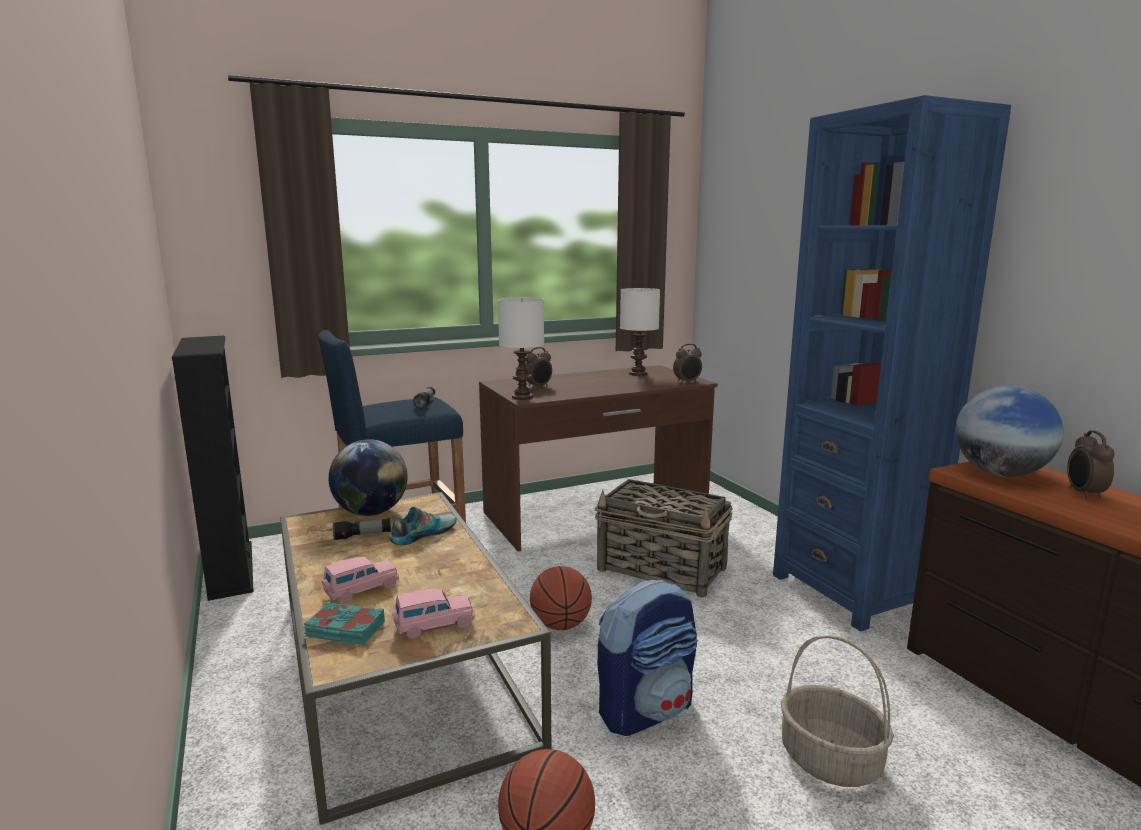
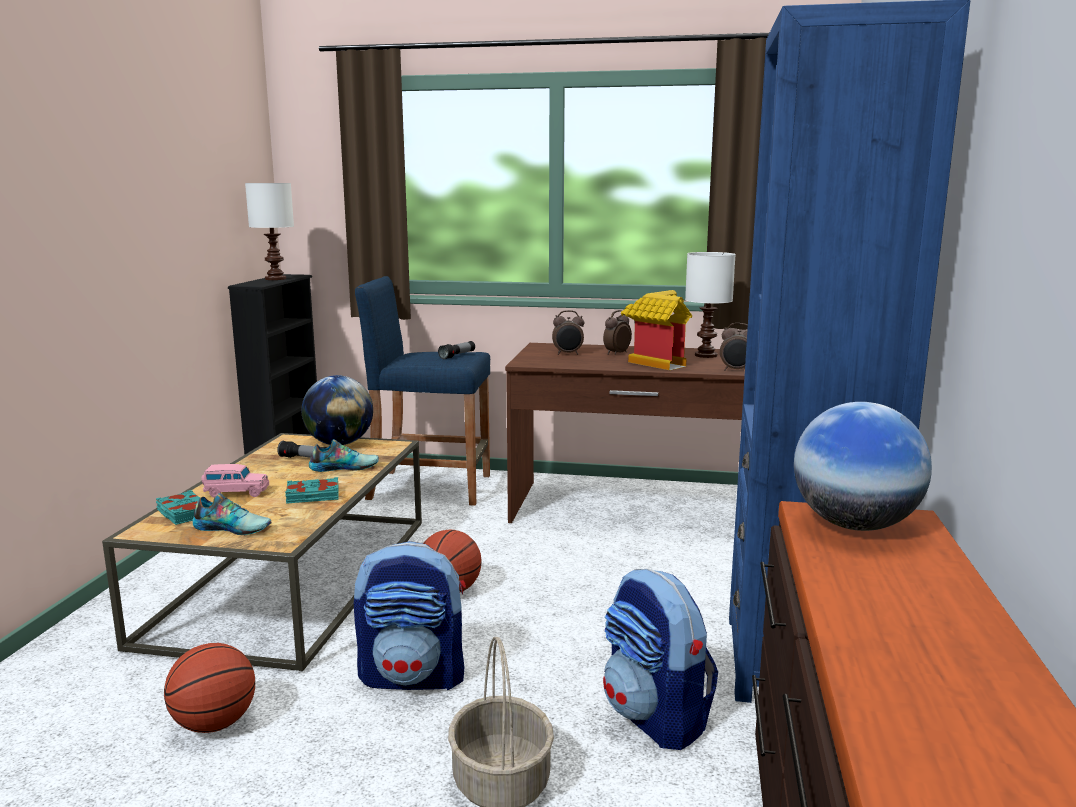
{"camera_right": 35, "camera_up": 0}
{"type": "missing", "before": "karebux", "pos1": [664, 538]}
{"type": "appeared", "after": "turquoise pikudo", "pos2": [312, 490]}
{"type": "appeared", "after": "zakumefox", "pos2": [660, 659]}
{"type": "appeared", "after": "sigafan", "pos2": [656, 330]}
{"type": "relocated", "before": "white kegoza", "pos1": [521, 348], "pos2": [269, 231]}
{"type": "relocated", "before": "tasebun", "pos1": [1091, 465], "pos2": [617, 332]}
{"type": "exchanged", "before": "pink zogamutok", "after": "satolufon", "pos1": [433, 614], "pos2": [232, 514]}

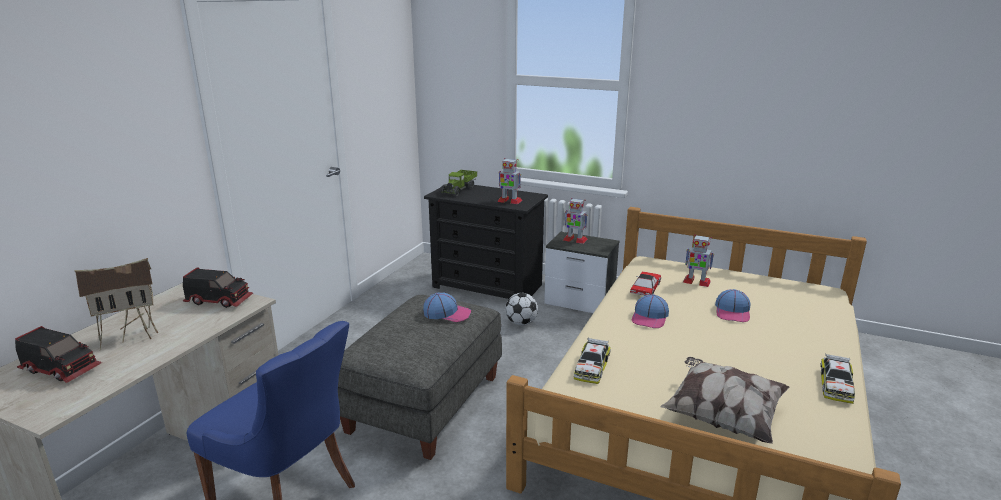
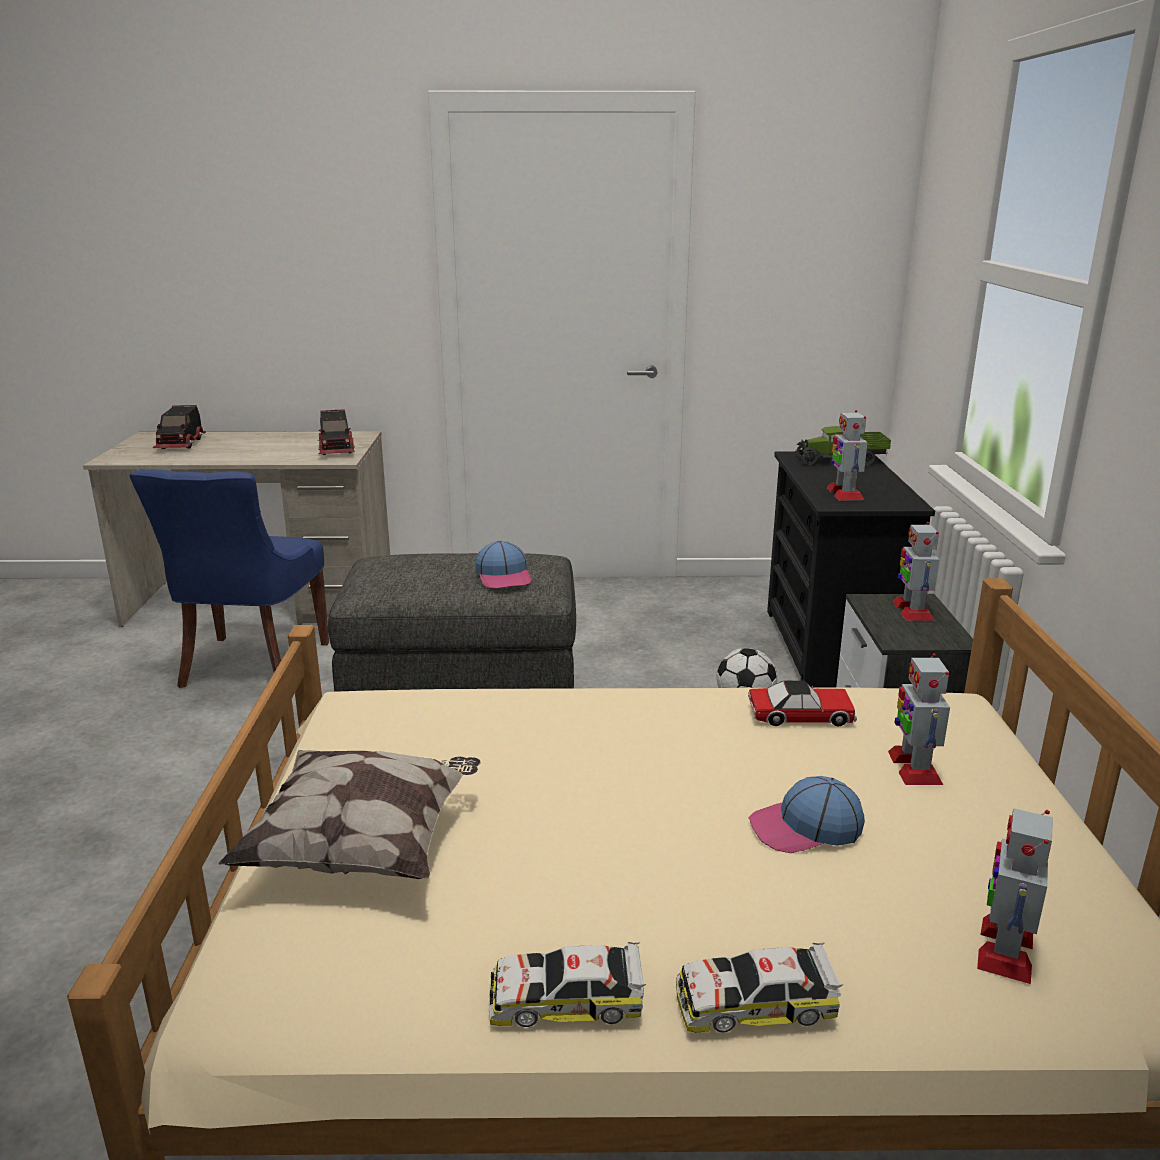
{"camera_right": 65, "camera_up": 0}
{"type": "missing", "before": "sigafan", "pos1": [116, 304]}
{"type": "missing", "before": "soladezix", "pos1": [650, 311]}
{"type": "appeared", "after": "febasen", "pos2": [1015, 896]}
{"type": "relocated", "before": "zogamutok", "pos1": [592, 360], "pos2": [759, 987]}

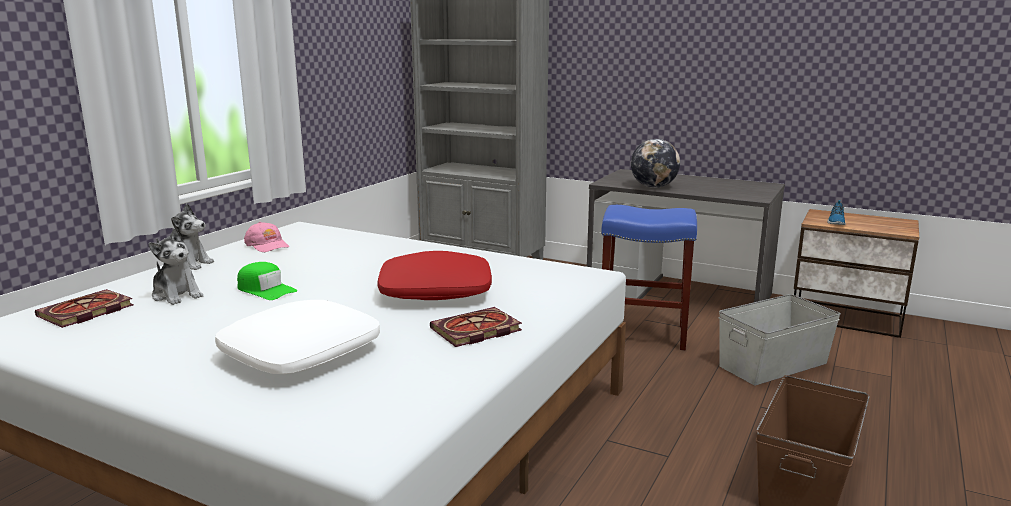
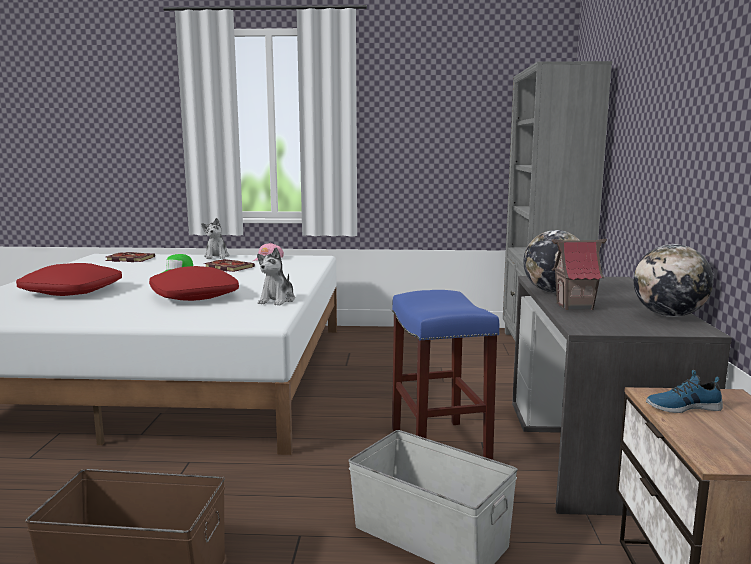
{"camera_right": 65, "camera_up": -5}
{"type": "appeared", "after": "sigafan", "pos2": [579, 274]}
{"type": "appeared", "after": "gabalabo", "pos2": [674, 280]}
{"type": "relocated", "before": "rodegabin", "pos1": [175, 266], "pos2": [276, 277]}
{"type": "relocated", "before": "pikudo", "pos1": [476, 327], "pos2": [229, 265]}
{"type": "colour", "before": "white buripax", "after": "red buripax", "pos1": [297, 337], "pos2": [69, 279]}

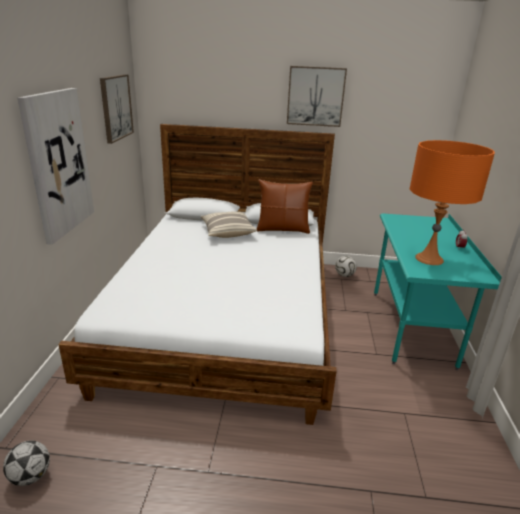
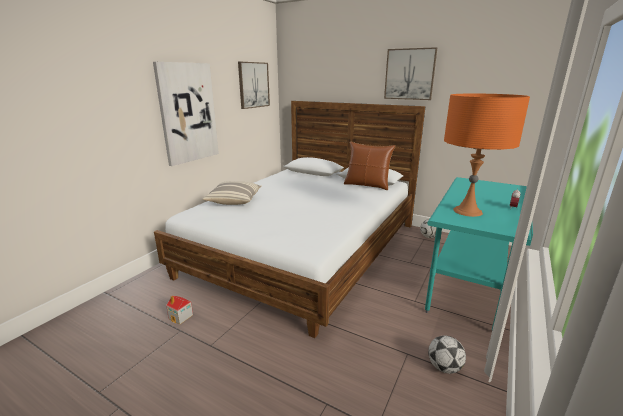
{"camera_right": 25, "camera_up": -5}
{"type": "appeared", "after": "sigafan", "pos2": [179, 310]}
{"type": "relocated", "before": "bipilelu", "pos1": [26, 463], "pos2": [447, 354]}
{"type": "relocated", "before": "buripax", "pos1": [229, 224], "pos2": [232, 193]}

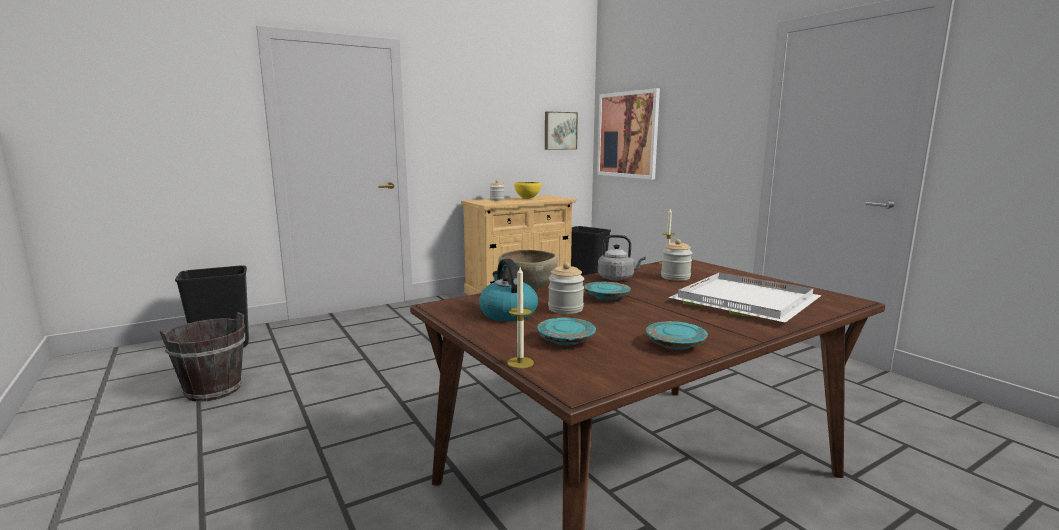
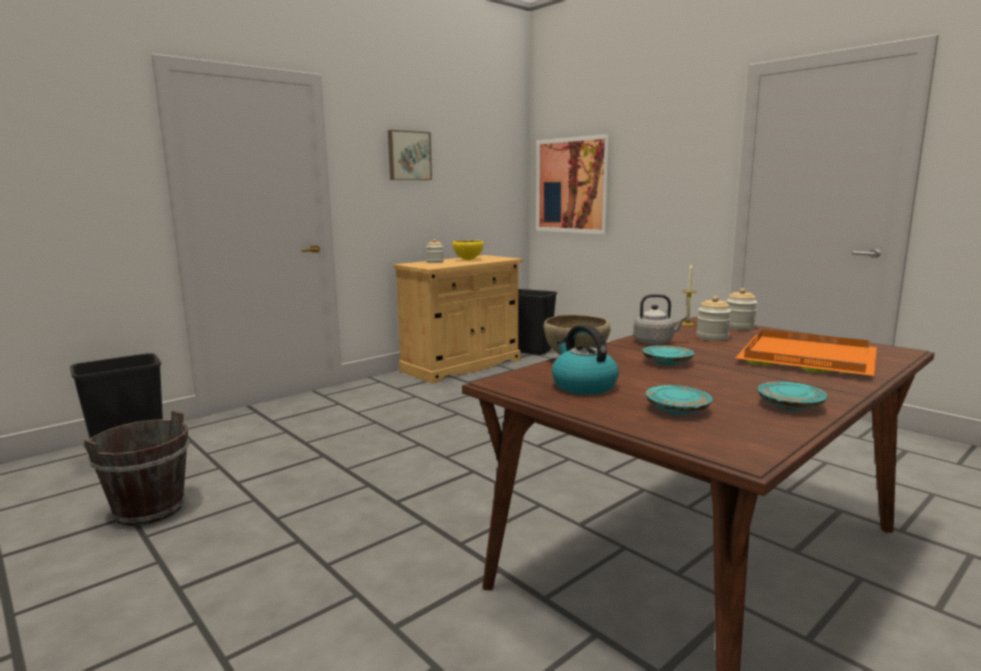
{"camera_right": -10, "camera_up": 0}
{"type": "missing", "before": "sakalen", "pos1": [520, 317]}
{"type": "relocated", "before": "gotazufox", "pos1": [561, 130], "pos2": [410, 155]}
{"type": "relocated", "before": "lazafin", "pos1": [566, 288], "pos2": [741, 309]}
{"type": "colour", "before": "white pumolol", "after": "orange pumolol", "pos1": [745, 297], "pos2": [806, 353]}

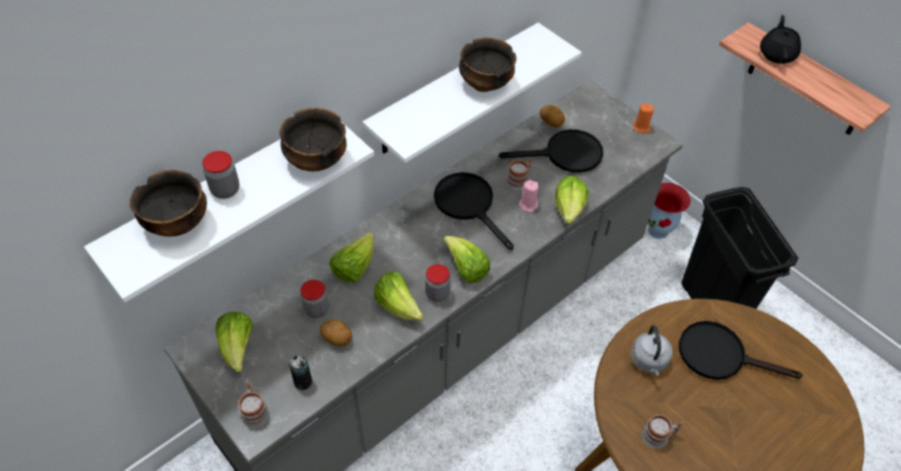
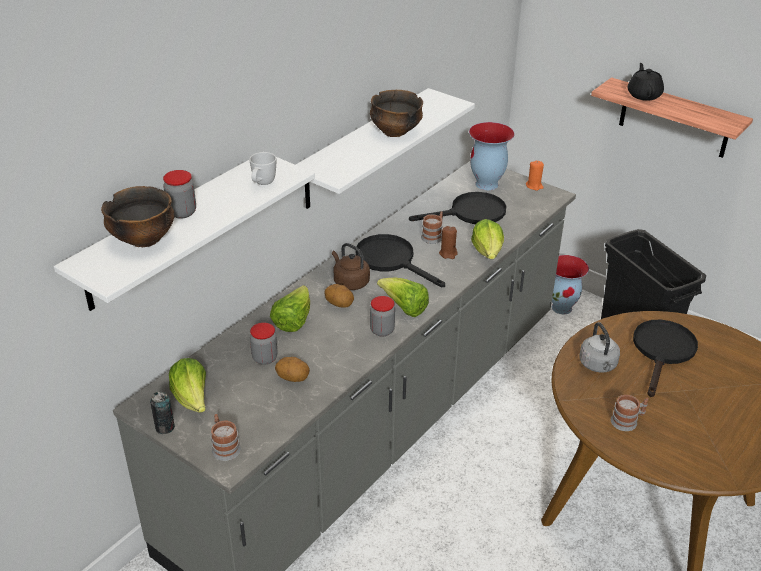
{"camera_right": -10, "camera_up": -15}
{"type": "missing", "before": "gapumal", "pos1": [399, 296]}
{"type": "appeared", "after": "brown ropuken", "pos2": [351, 266]}
{"type": "appeared", "after": "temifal", "pos2": [491, 156]}
{"type": "relocated", "before": "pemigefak", "pos1": [300, 372], "pos2": [162, 412]}
{"type": "relocated", "before": "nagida", "pos1": [552, 116], "pos2": [339, 296]}
{"type": "exchanged", "before": "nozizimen", "after": "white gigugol", "pos1": [313, 140], "pos2": [262, 168]}
{"type": "colour", "before": "pink sakalen", "after": "brown sakalen", "pos1": [529, 196], "pos2": [448, 242]}
{"type": "spun", "before": "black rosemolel", "pos1": [741, 350], "pos2": [665, 358], "turn": 105}

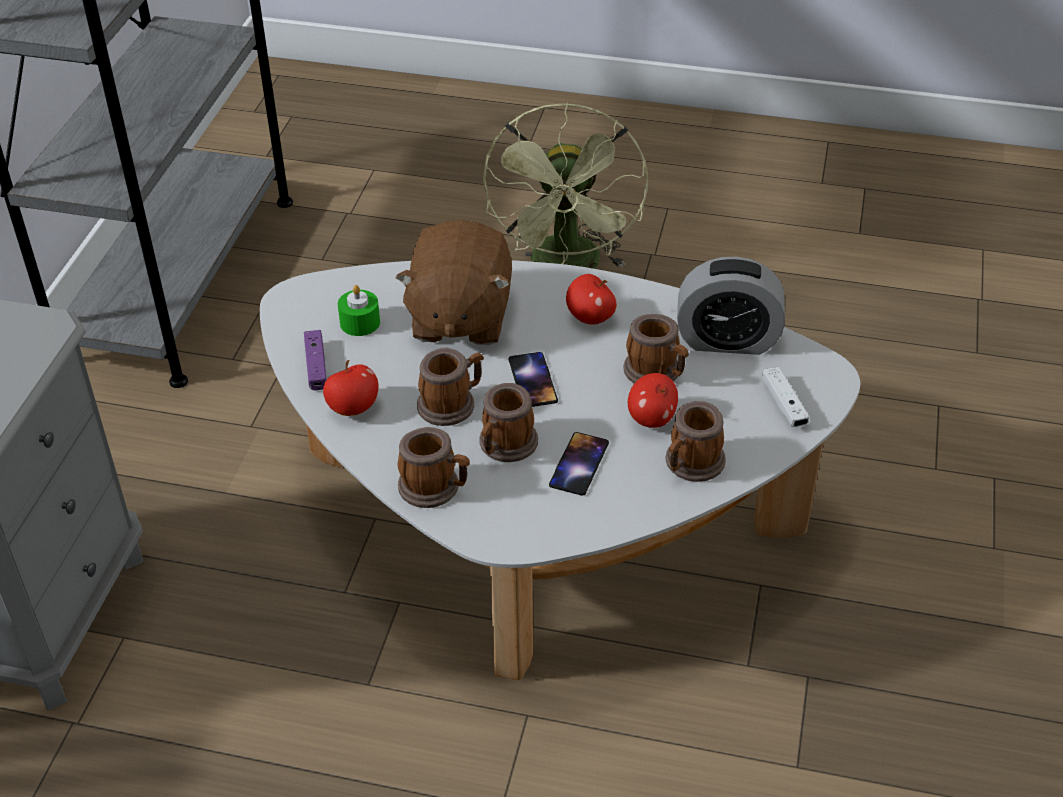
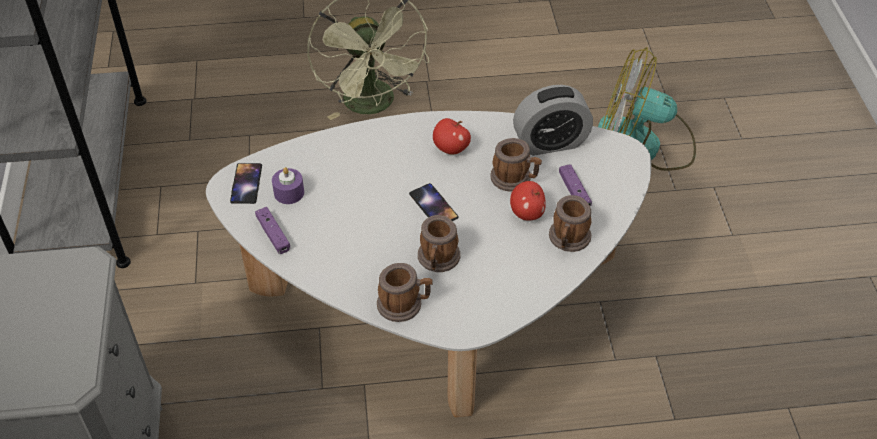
{"camera_right": -20, "camera_up": 5}
{"type": "missing", "before": "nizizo", "pos1": [350, 388]}
{"type": "missing", "before": "brown rodegabin", "pos1": [453, 282]}
{"type": "missing", "before": "gigugol", "pos1": [450, 387]}
{"type": "missing", "before": "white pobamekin", "pos1": [786, 397]}
{"type": "appeared", "after": "purple pobamekin", "pos2": [575, 185]}
{"type": "appeared", "after": "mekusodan", "pos2": [647, 109]}
{"type": "relocated", "before": "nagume", "pos1": [579, 464], "pos2": [246, 183]}
{"type": "colour", "before": "green sakalen", "after": "purple sakalen", "pos1": [359, 310], "pos2": [288, 185]}

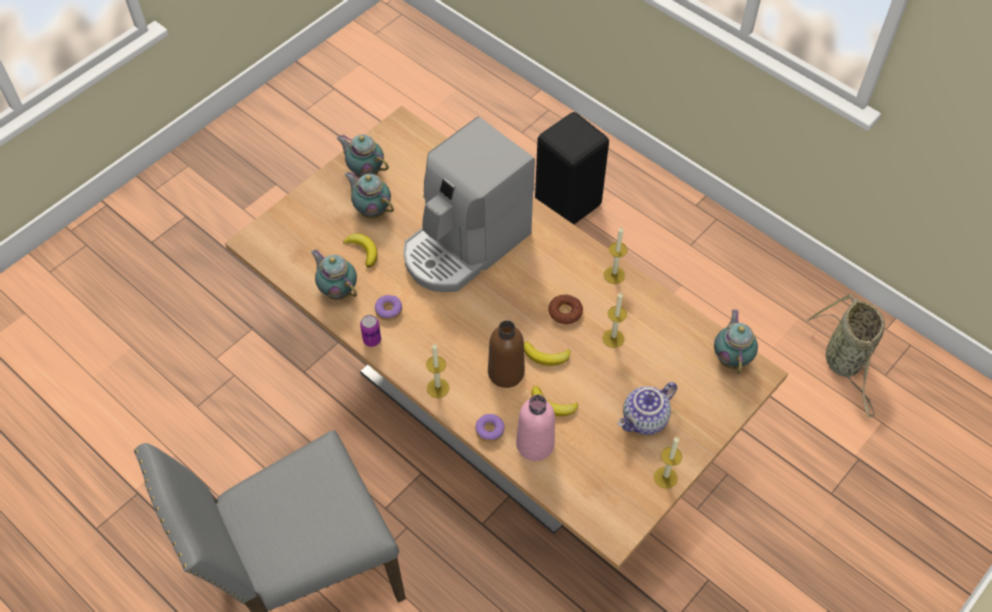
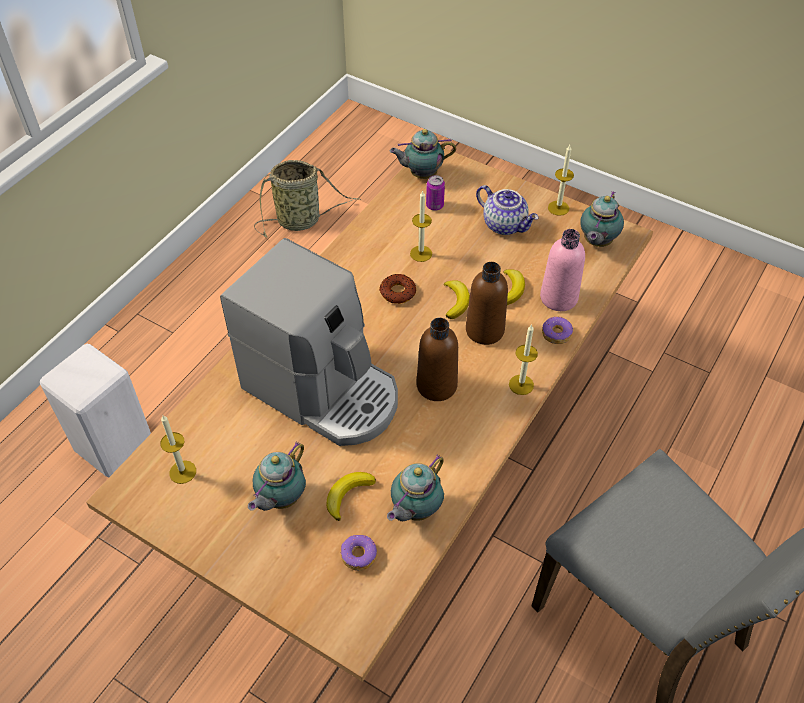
{"camera_right": -100, "camera_up": -5}
{"type": "appeared", "after": "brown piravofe", "pos2": [437, 359]}
{"type": "relocated", "before": "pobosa", "pos1": [362, 156], "pos2": [602, 219]}
{"type": "relocated", "before": "pemigefak", "pos1": [370, 331], "pos2": [435, 193]}
{"type": "relocated", "before": "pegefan", "pos1": [388, 308], "pos2": [359, 553]}
{"type": "relocated", "before": "sakalen", "pos1": [615, 255], "pos2": [178, 449]}
{"type": "colour", "before": "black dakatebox", "after": "white dakatebox", "pos1": [572, 168], "pos2": [95, 411]}

